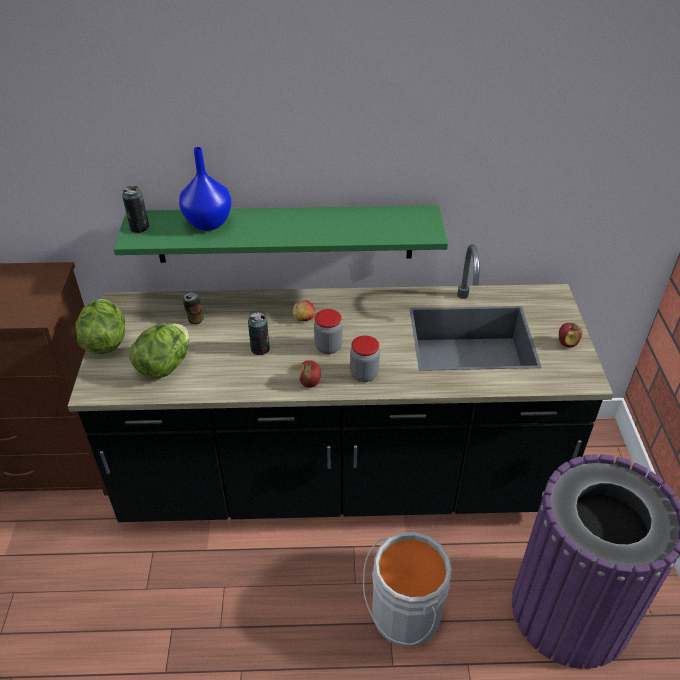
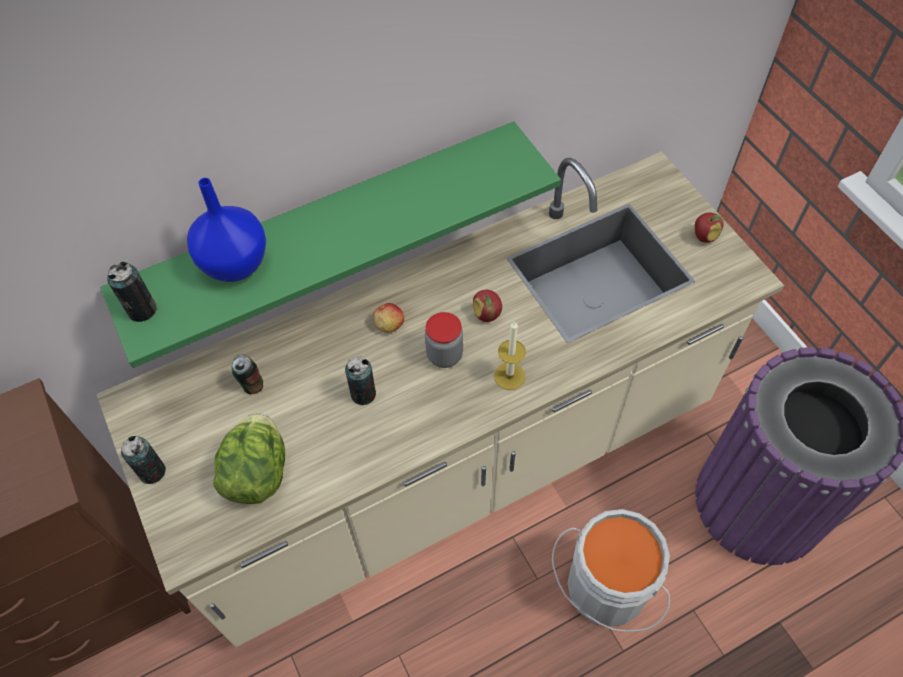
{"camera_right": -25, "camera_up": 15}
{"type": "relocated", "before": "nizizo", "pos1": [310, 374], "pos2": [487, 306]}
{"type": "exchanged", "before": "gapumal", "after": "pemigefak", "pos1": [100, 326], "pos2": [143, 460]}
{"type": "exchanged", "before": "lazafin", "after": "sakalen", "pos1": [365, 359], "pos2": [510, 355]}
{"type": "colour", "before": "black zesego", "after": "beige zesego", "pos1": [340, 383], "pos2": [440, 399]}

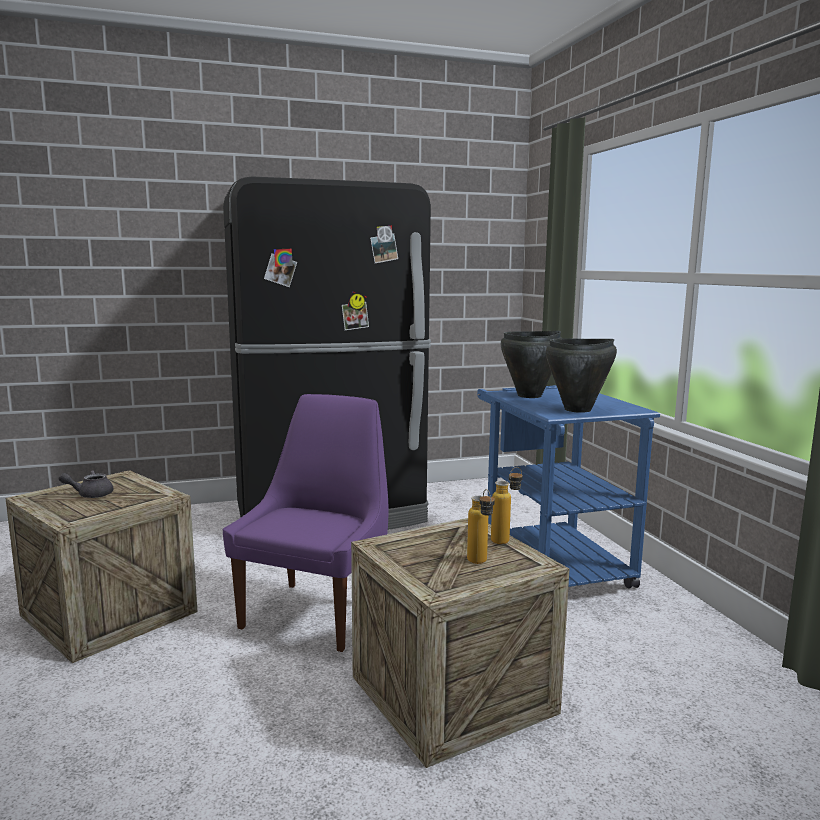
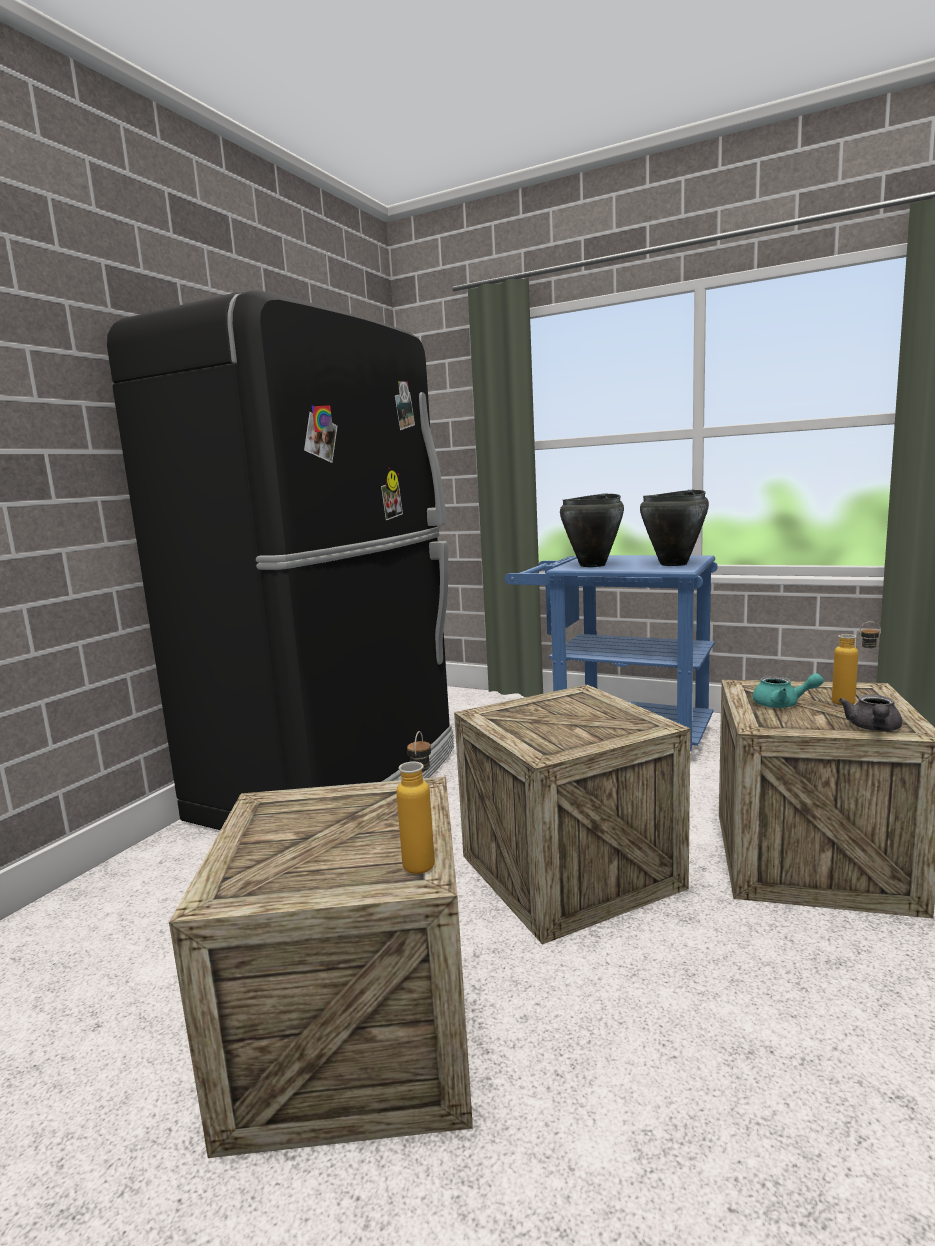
{"camera_right": -45, "camera_up": 0}
{"type": "appeared", "after": "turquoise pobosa", "pos2": [788, 690]}
{"type": "relocated", "before": "grey pobosa", "pos1": [86, 484], "pos2": [870, 713]}
{"type": "relocated", "before": "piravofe", "pos1": [507, 505], "pos2": [415, 802]}
{"type": "exchanged", "before": "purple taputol", "after": "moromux", "pos1": [306, 523], "pos2": [572, 815]}

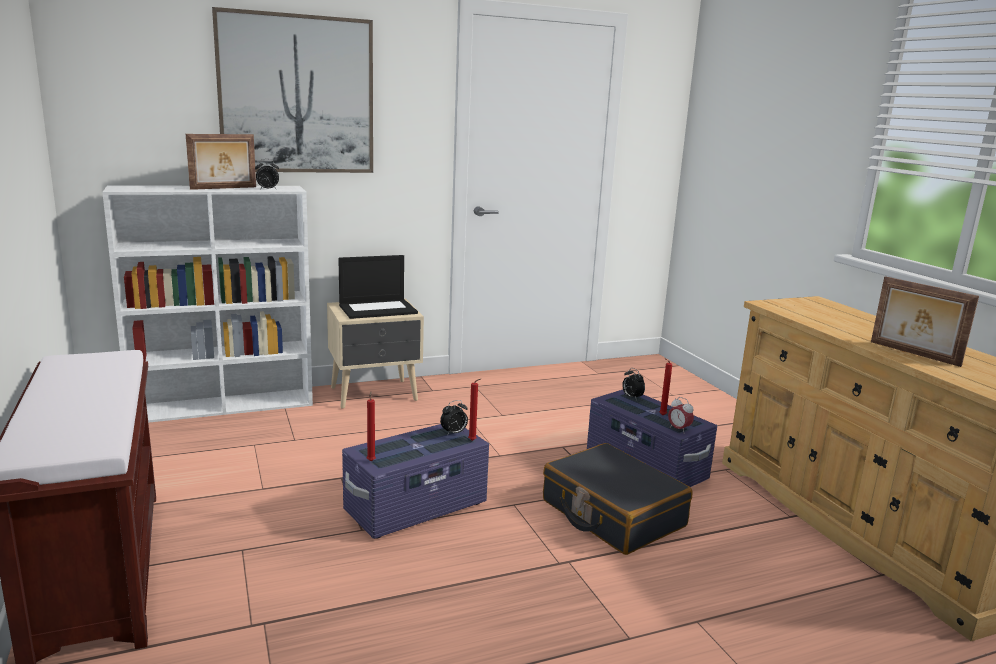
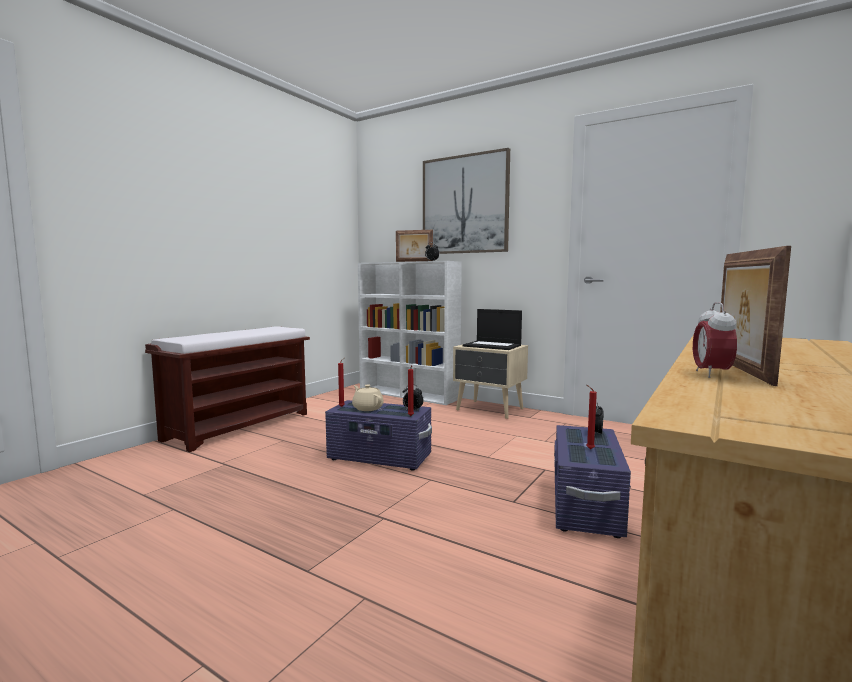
{"camera_right": 55, "camera_up": -10}
{"type": "missing", "before": "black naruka", "pos1": [618, 499]}
{"type": "appeared", "after": "beige pobosa", "pos2": [368, 397]}
{"type": "relocated", "before": "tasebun", "pos1": [681, 414], "pos2": [715, 340]}

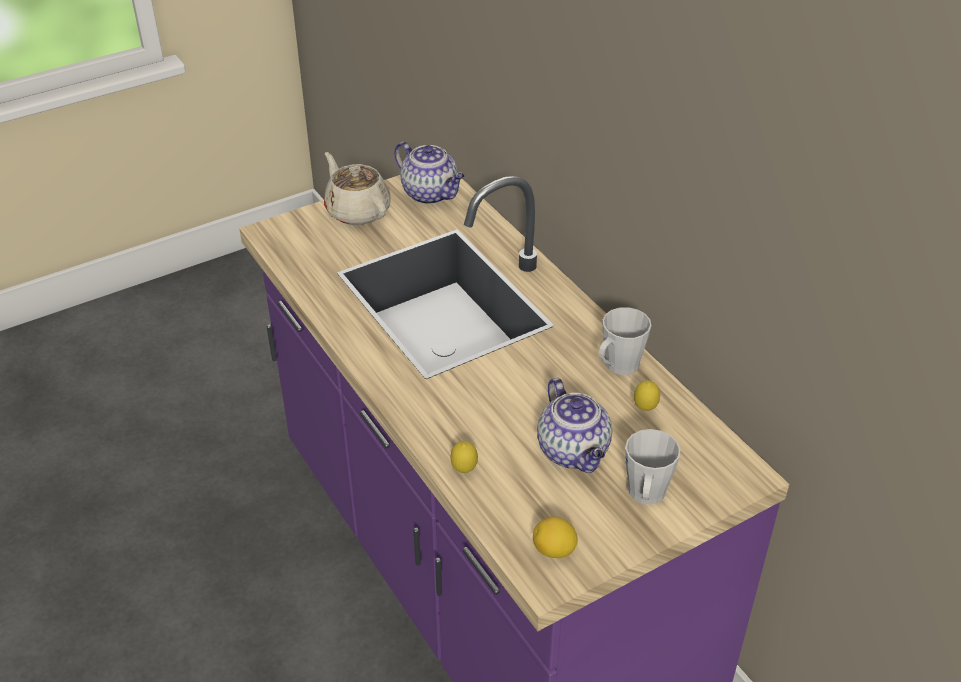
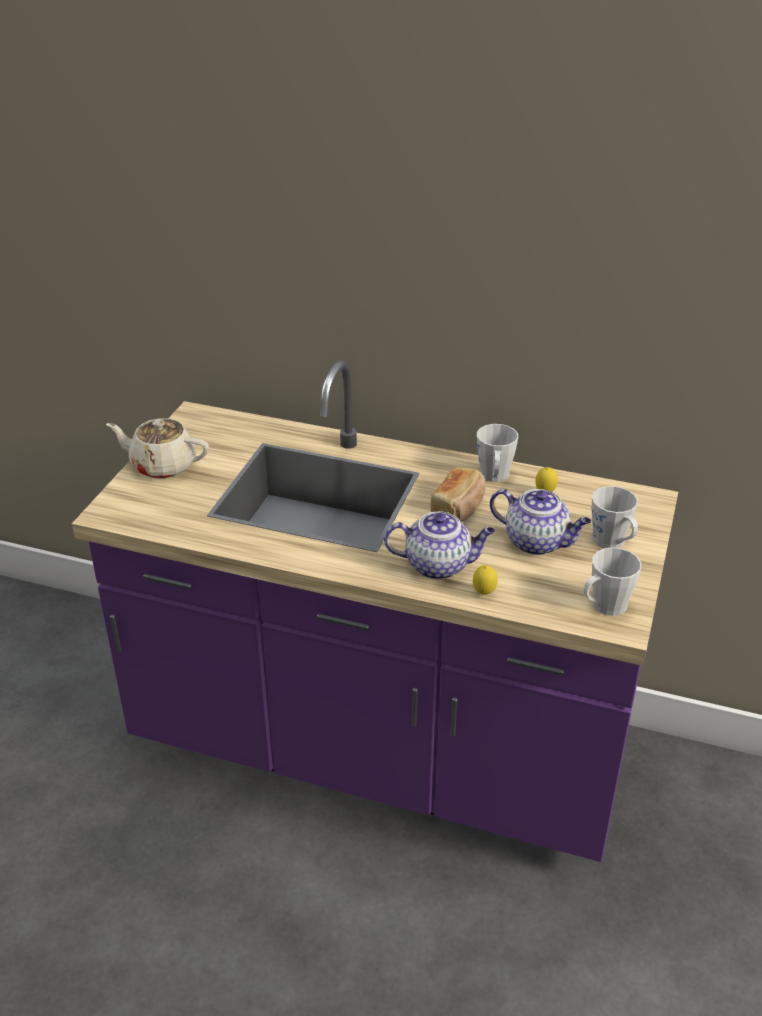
{"camera_right": -40, "camera_up": -5}
{"type": "appeared", "after": "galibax", "pos2": [458, 495]}
{"type": "relocated", "before": "pobosa", "pos1": [429, 172], "pos2": [439, 545]}
{"type": "exchanged", "before": "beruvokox", "after": "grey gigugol", "pos1": [555, 537], "pos2": [612, 581]}

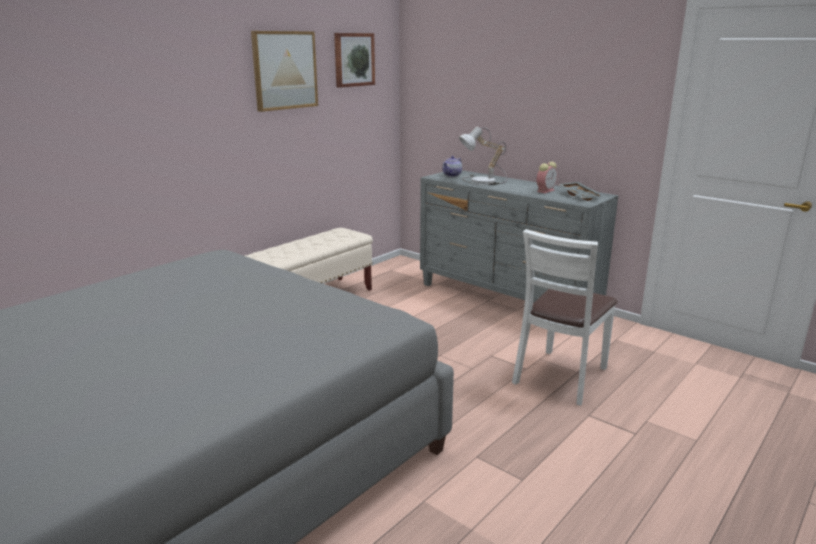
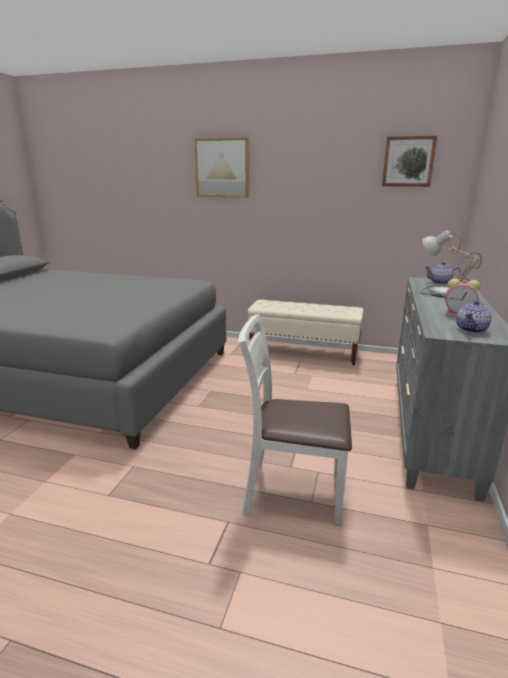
{"camera_right": 65, "camera_up": 0}
{"type": "relocated", "before": "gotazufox", "pos1": [284, 71], "pos2": [221, 167]}
{"type": "exchanged", "before": "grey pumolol", "after": "pobosa", "pos1": [581, 191], "pos2": [474, 317]}

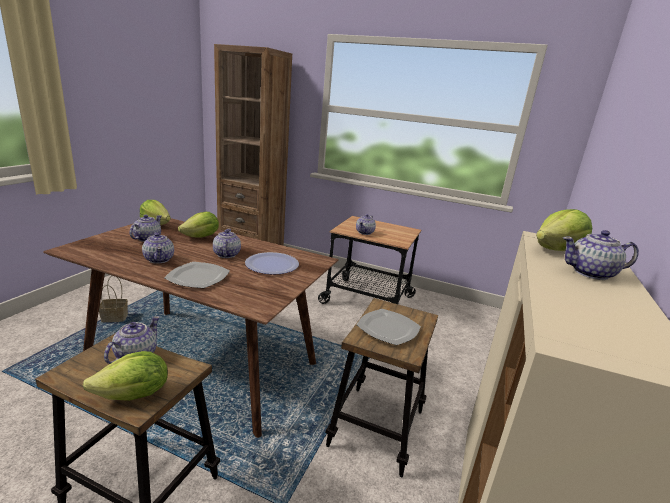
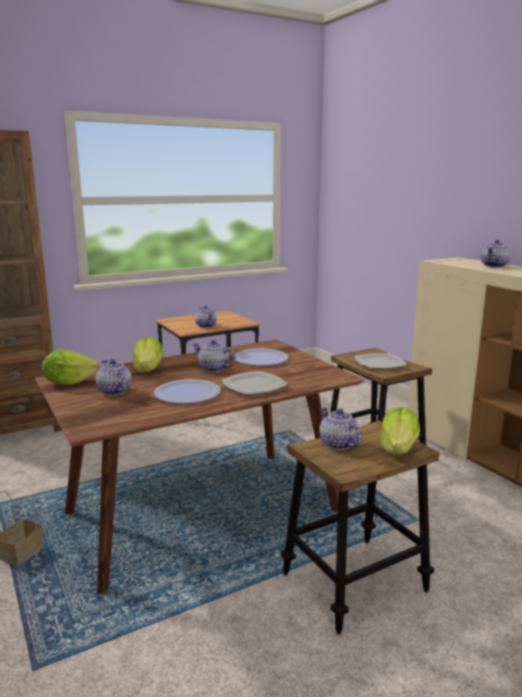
{"camera_right": -50, "camera_up": -5}
{"type": "missing", "before": "gapumal", "pos1": [564, 230]}
{"type": "exchanged", "before": "pobosa", "after": "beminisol", "pos1": [158, 248], "pos2": [187, 391]}

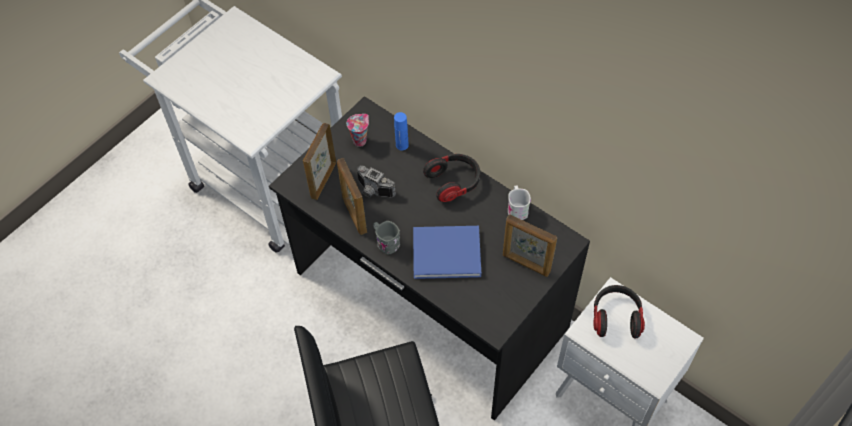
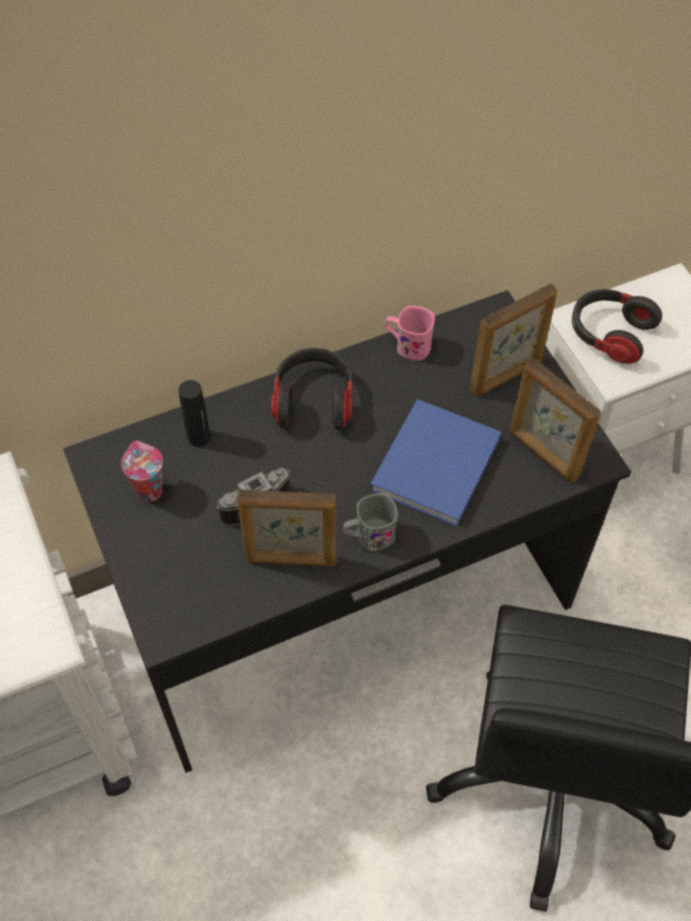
{"camera_right": -65, "camera_up": 0}
{"type": "relocated", "before": "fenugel", "pos1": [319, 161], "pos2": [555, 420]}
{"type": "colour", "before": "blue piravofe", "after": "black piravofe", "pos1": [401, 131], "pos2": [194, 413]}
{"type": "colour", "before": "white gigugol", "after": "pink gigugol", "pos1": [519, 202], "pos2": [410, 333]}

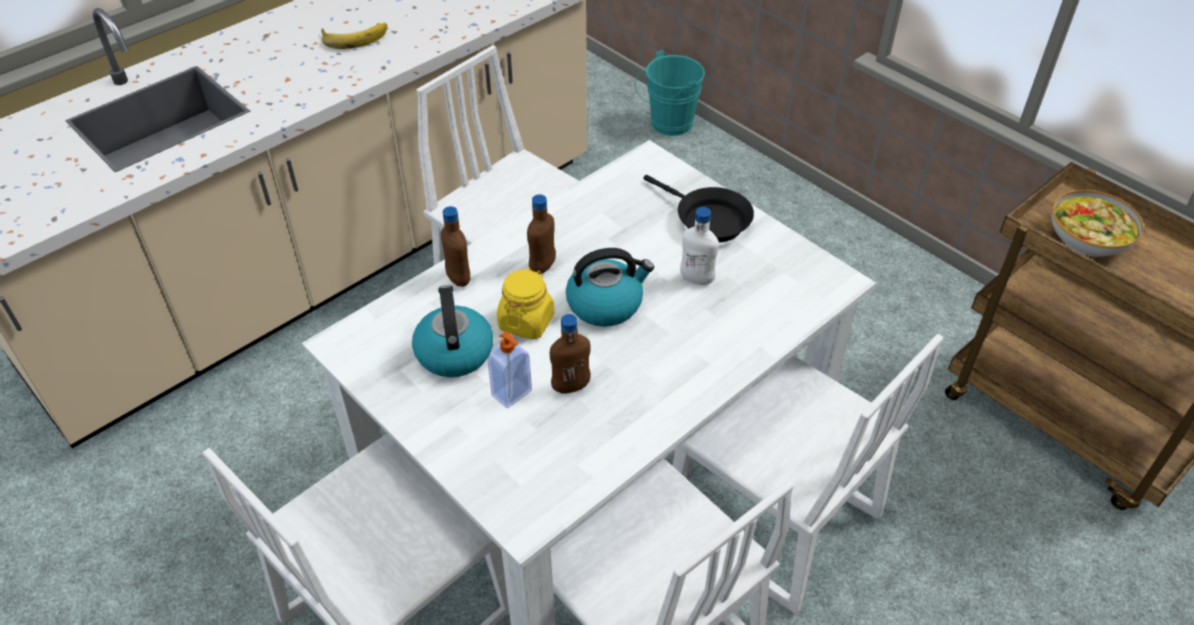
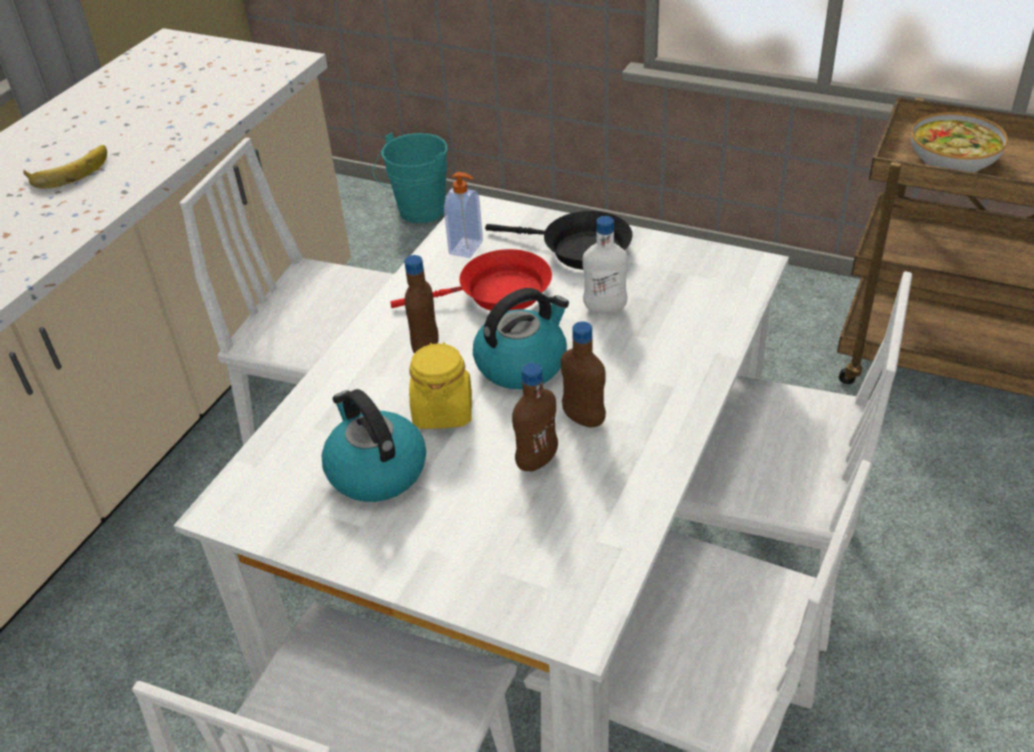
{"camera_right": -20, "camera_up": -5}
{"type": "appeared", "after": "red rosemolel", "pos2": [471, 280]}
{"type": "relocated", "before": "brown piravofe", "pos1": [455, 246], "pos2": [583, 374]}
{"type": "relocated", "before": "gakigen", "pos1": [510, 369], "pos2": [463, 215]}

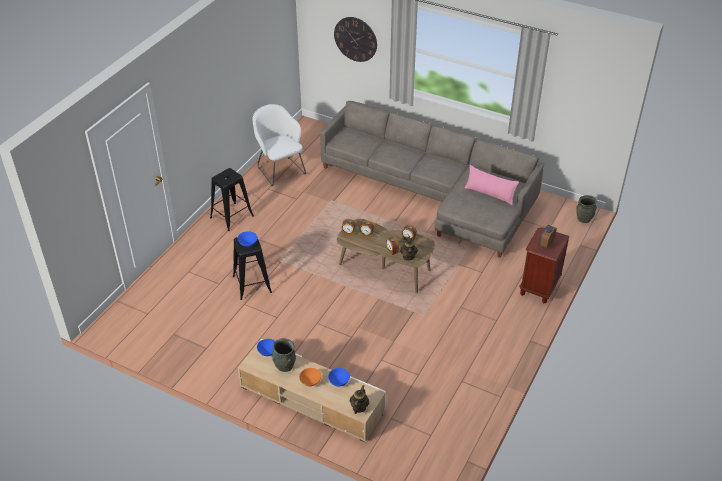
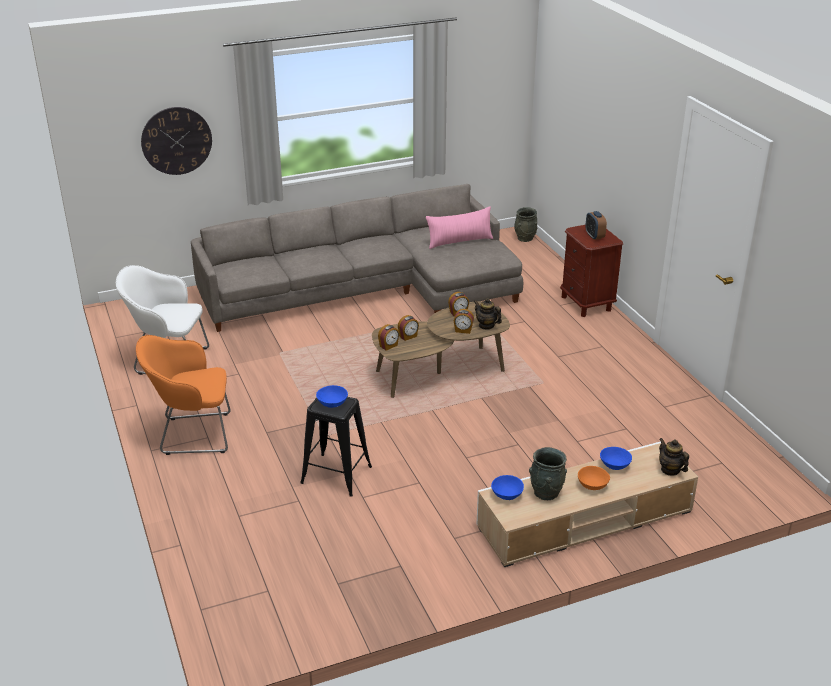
{"camera_right": -50, "camera_up": -10}
{"type": "exchanged", "before": "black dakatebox", "after": "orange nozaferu", "pos1": [232, 199], "pos2": [183, 395]}

